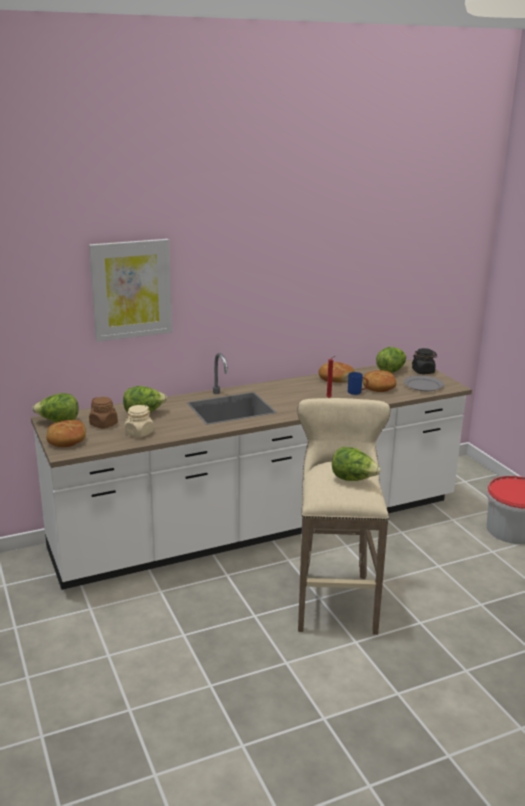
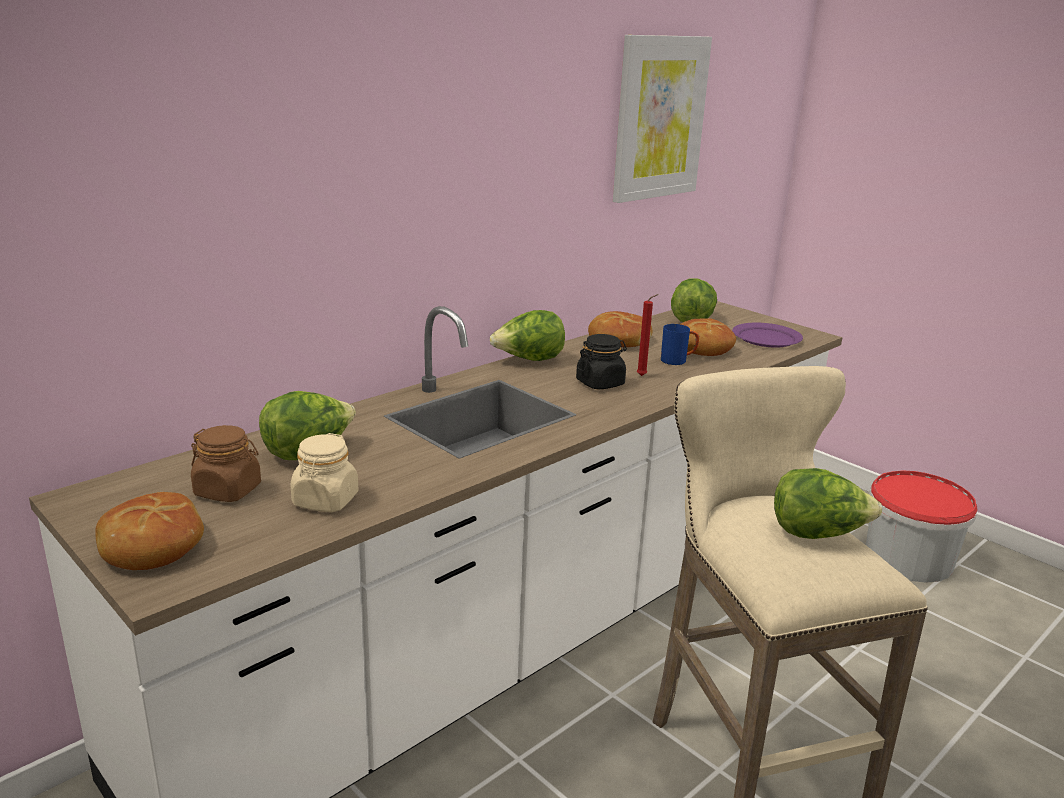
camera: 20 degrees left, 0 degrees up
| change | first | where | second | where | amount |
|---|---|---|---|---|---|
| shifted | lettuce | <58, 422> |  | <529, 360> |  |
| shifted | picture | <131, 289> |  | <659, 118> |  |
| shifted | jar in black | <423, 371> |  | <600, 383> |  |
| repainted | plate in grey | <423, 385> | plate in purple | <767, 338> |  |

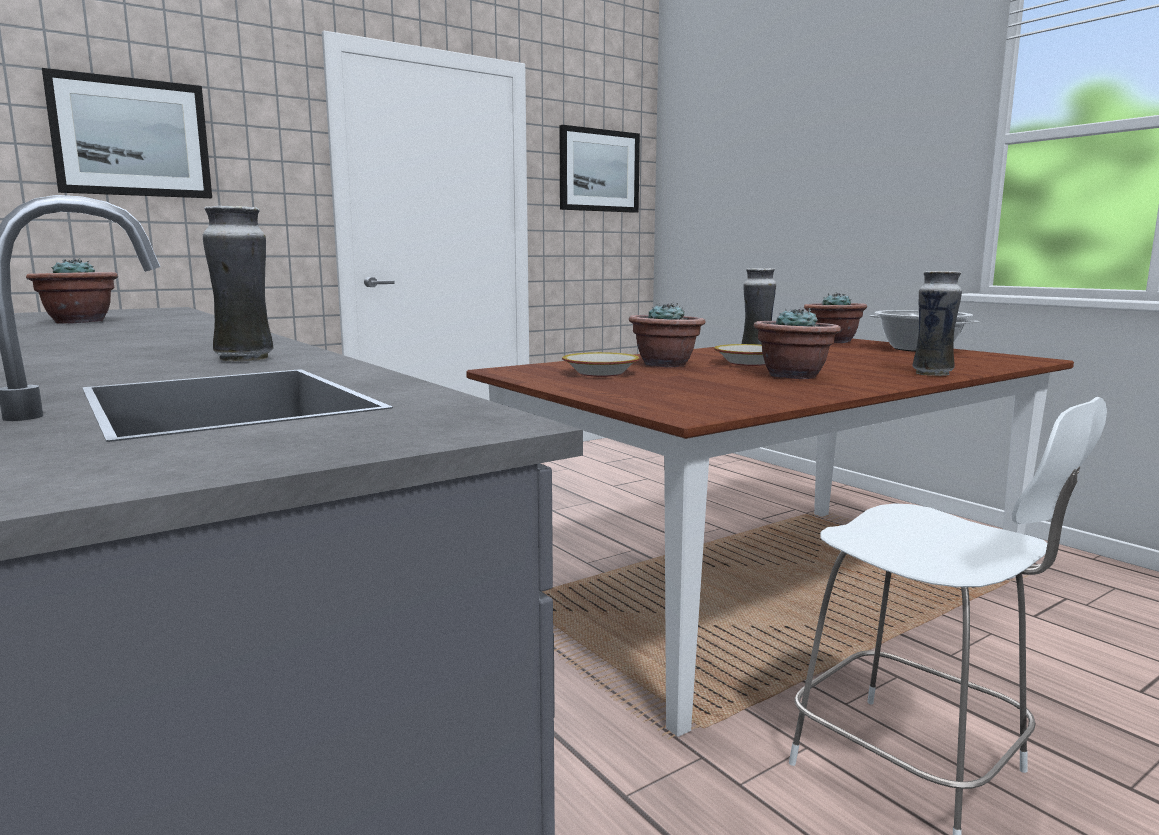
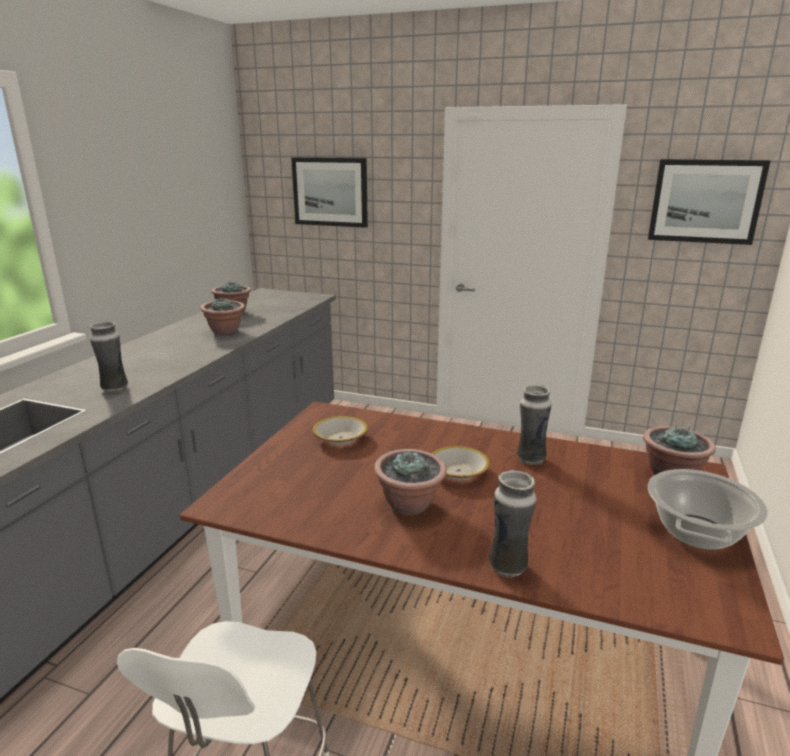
camera: 55 degrees right, 10 degrees up
| change | first | where | second | where | amount |
|---|---|---|---|---|---|
| shifted | potted plant | <665, 364> |  | <225, 331> |  |

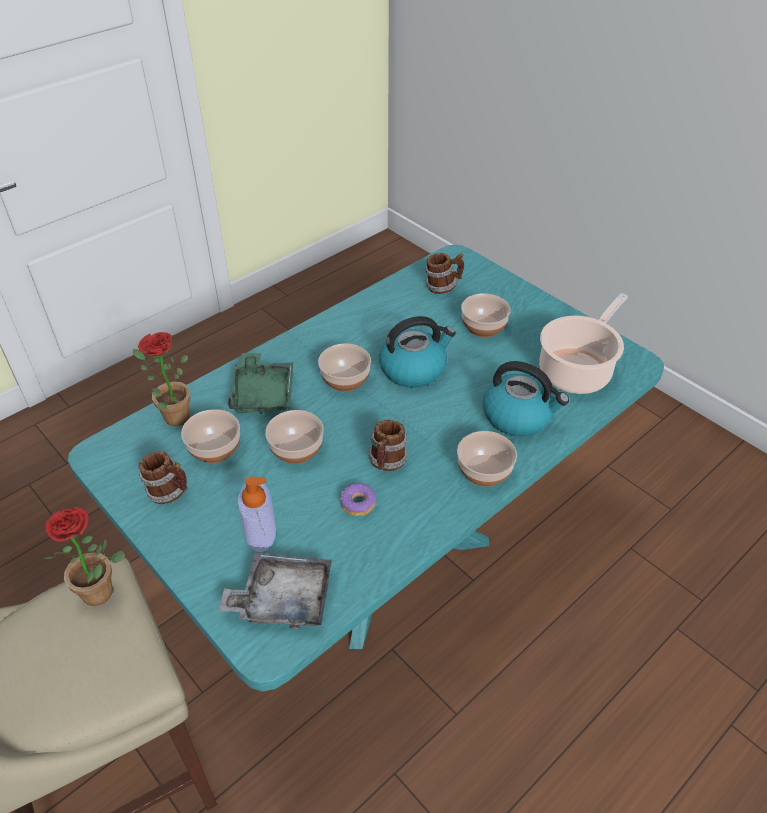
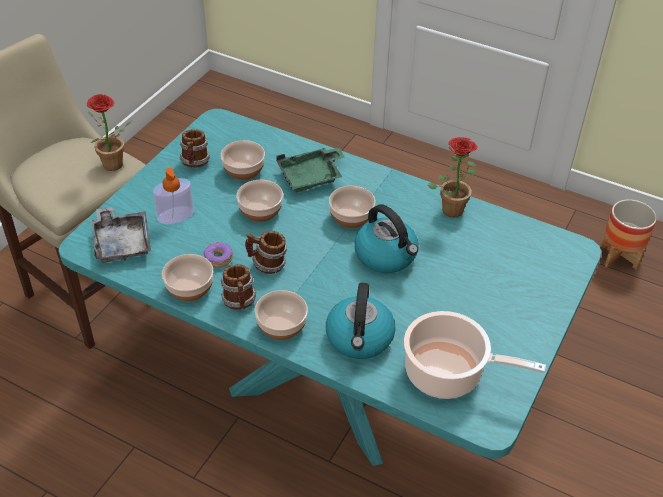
camera: 70 degrees right, 0 degrees up
| change | first | where | second | where | amount |
|---|---|---|---|---|---|
| new |  |  | planter | <619, 256> |  |
| shifted | potted plant | <171, 416> |  | <452, 207> |  |
| shifted | mug | <443, 287> |  | <240, 302> |  |
| shifted | bowl | <483, 326> |  | <190, 288> |  |

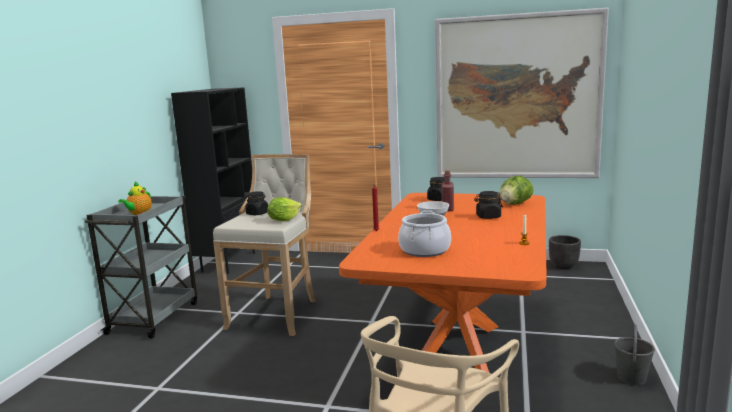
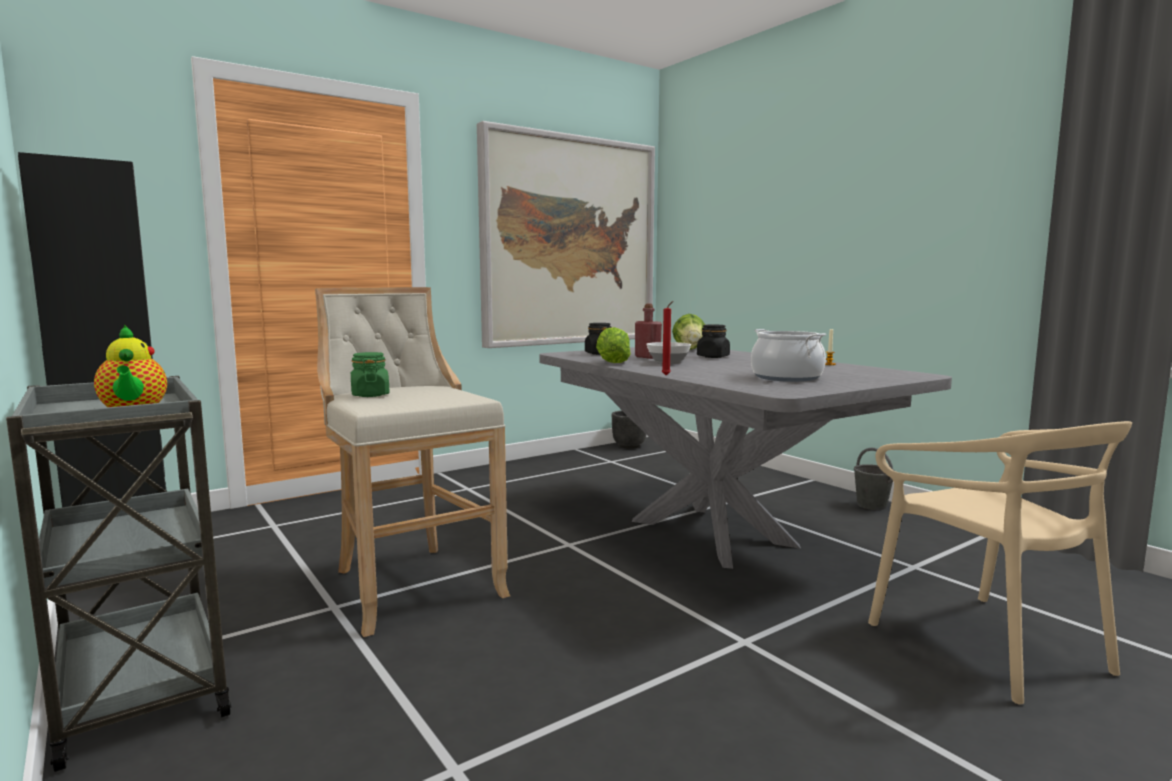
camera: 50 degrees left, 5 degrees down
| change | first | where | second | where | amount |
|---|---|---|---|---|---|
| shifted | lettuce | <284, 220> |  | <612, 363> |  |
| repainted | jar in black | <257, 213> | jar in green | <370, 395> |  |
| repainted | dining table in orange | <459, 346> | dining table in grey | <711, 532> |  |

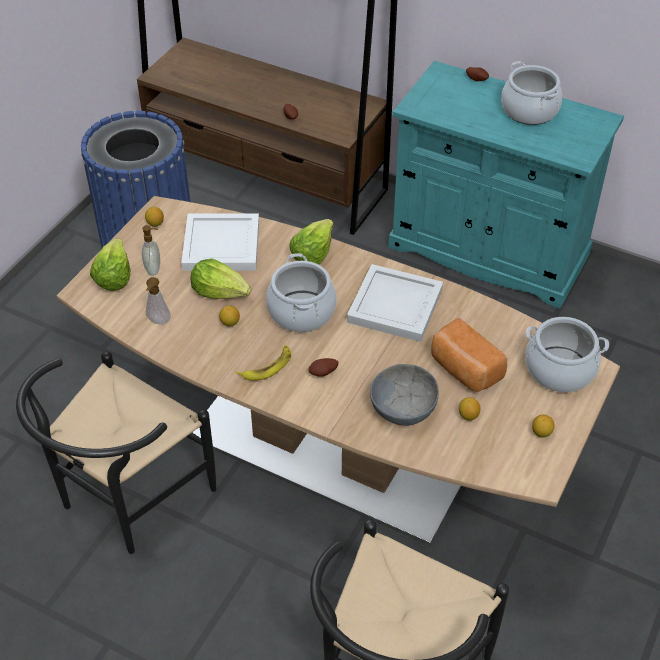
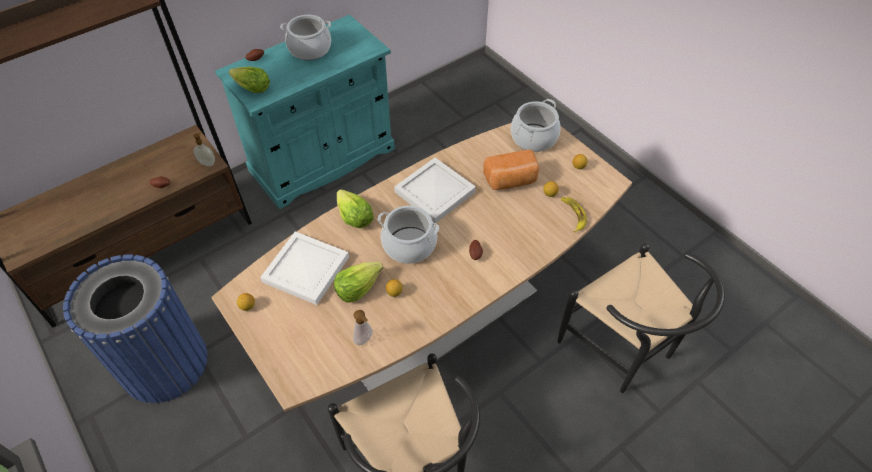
camera: 65 degrees left, 5 degrees up
| change | first | where | second | where | amount |
|---|---|---|---|---|---|
| gone | bowl in grey | <402, 407> |  |  |  |
| shifted | lettuce | <113, 276> |  | <252, 88> |  |
| shifted | soap dispenser | <154, 269> |  | <207, 163> |  |
| shifted | banana | <267, 366> |  | <573, 215> |  |

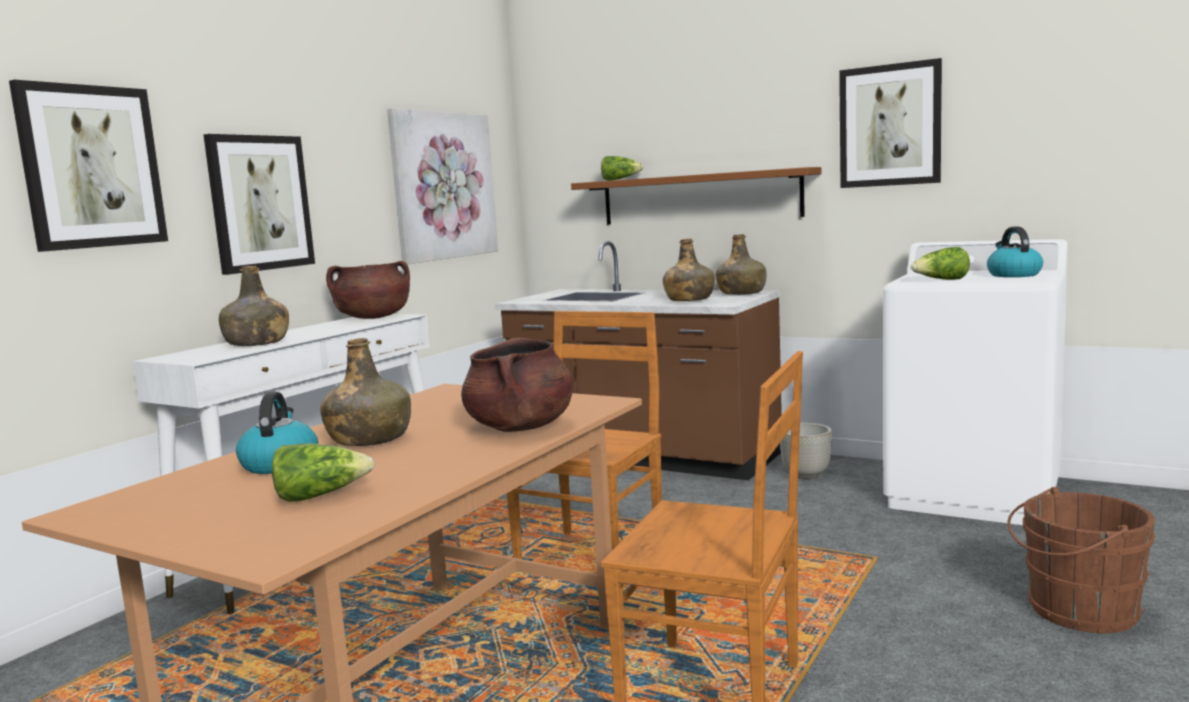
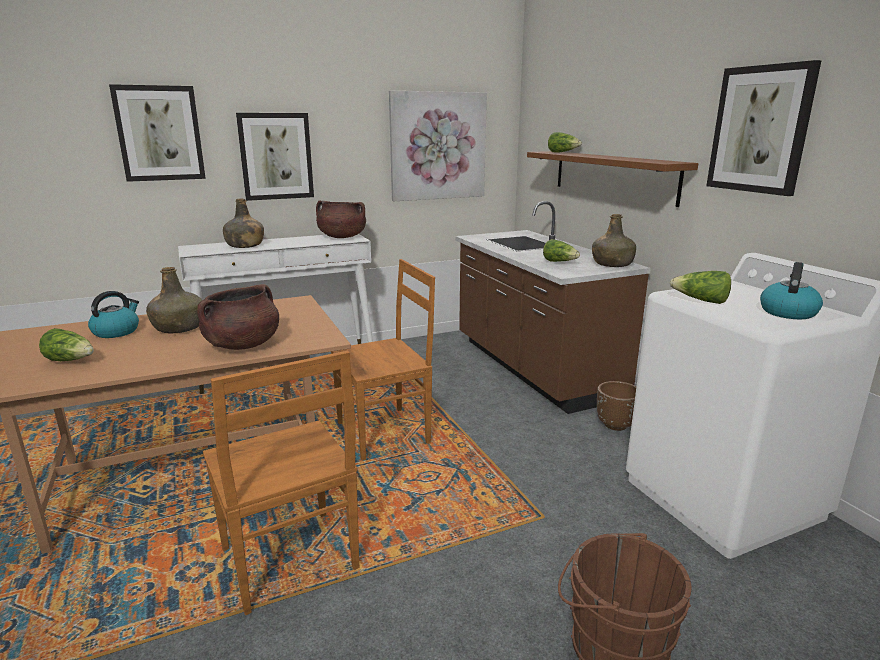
camera: 35 degrees right, 10 degrees up
| change | first | where | second | where | amount |
|---|---|---|---|---|---|
| swapped | bottle in green | <689, 299> | lettuce | <559, 262> |  |
| repainted | planter in grey | <806, 474> | planter in brown | <616, 425> |  |

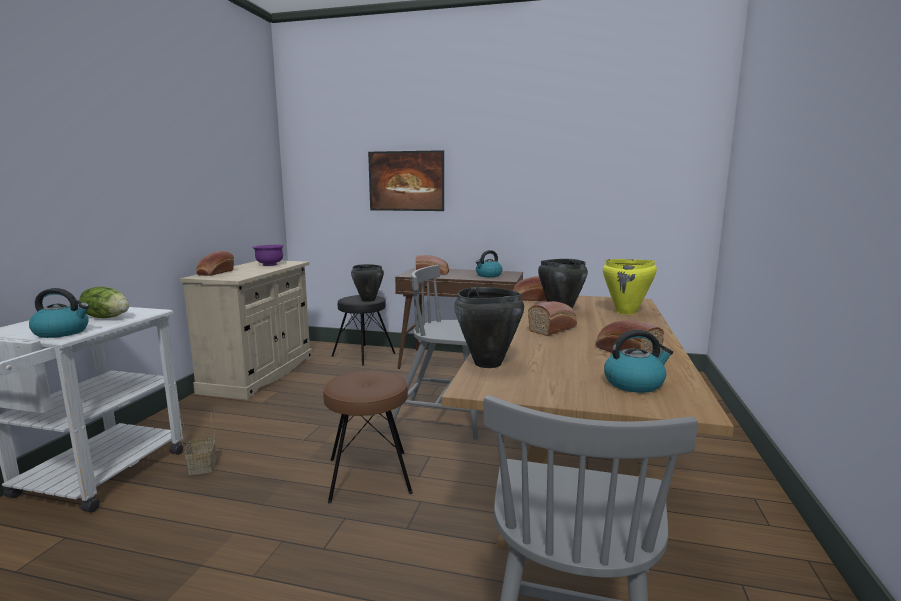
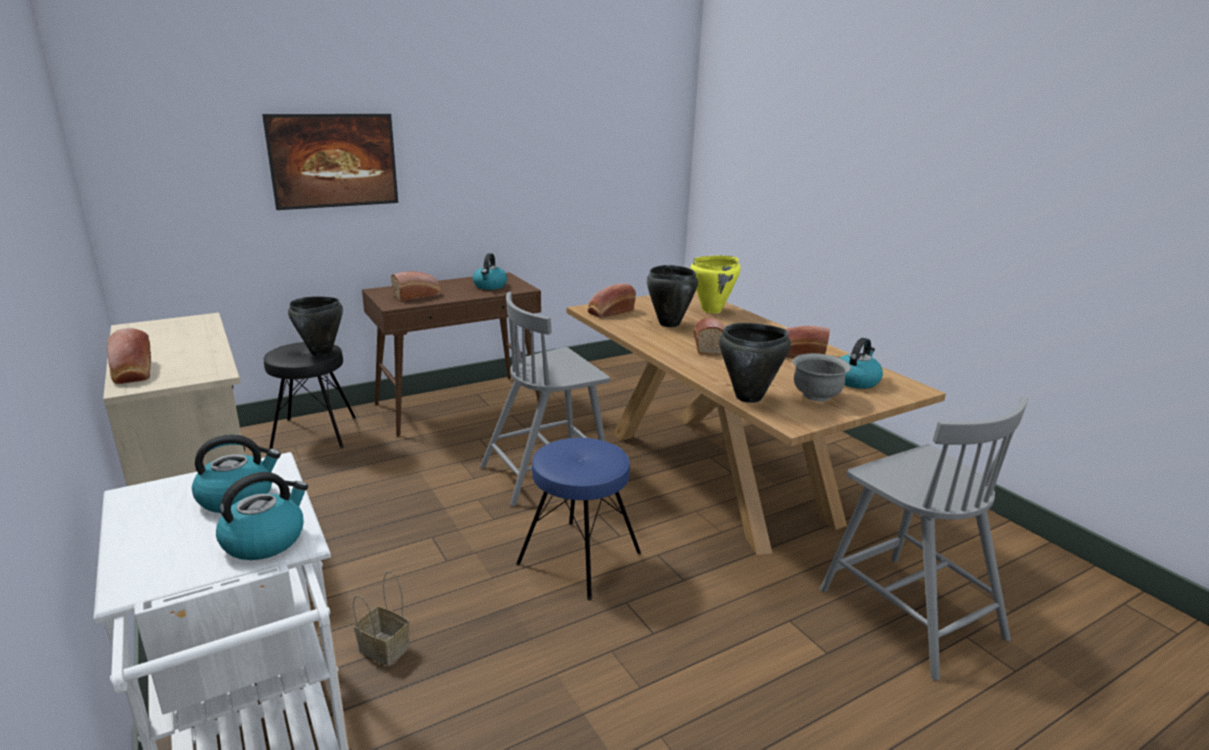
camera: 45 degrees left, 10 degrees up
| change | first | where | second | where | amount |
|---|---|---|---|---|---|
| gone | bowl in purple | <269, 265> |  |  |  |
| new |  |  | bowl in grey | <816, 396> |  |
| swapped | lettuce | <107, 317> | kettle | <238, 497> |  |
| repainted | stool in brown | <369, 475> | stool in blue | <579, 557> |  |

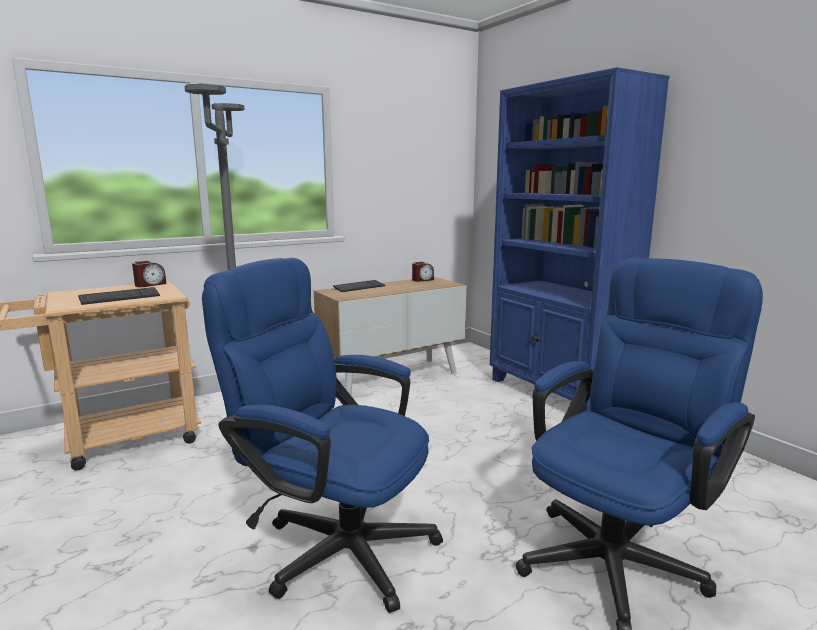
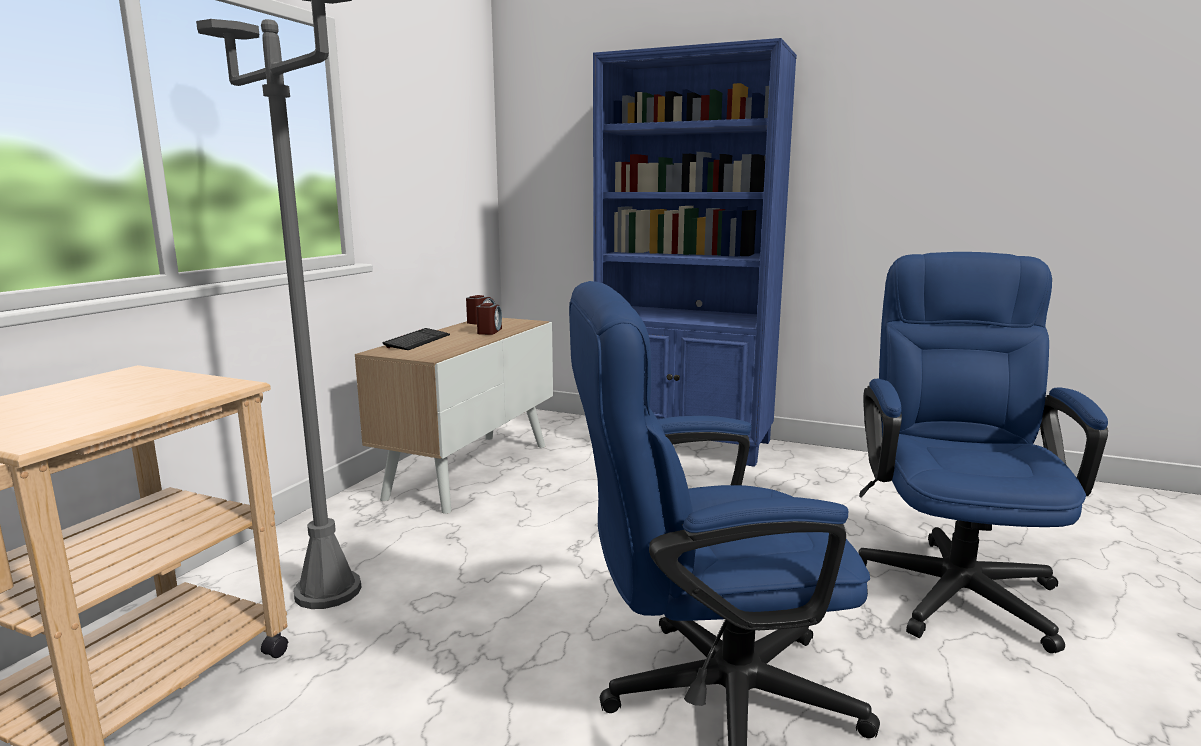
camera: 35 degrees left, 0 degrees up
| change | first | where | second | where | amount |
|---|---|---|---|---|---|
| gone | keyboard | <120, 298> |  |  |  |
| shifted | alarm clock | <150, 284> |  | <489, 331> |  |

